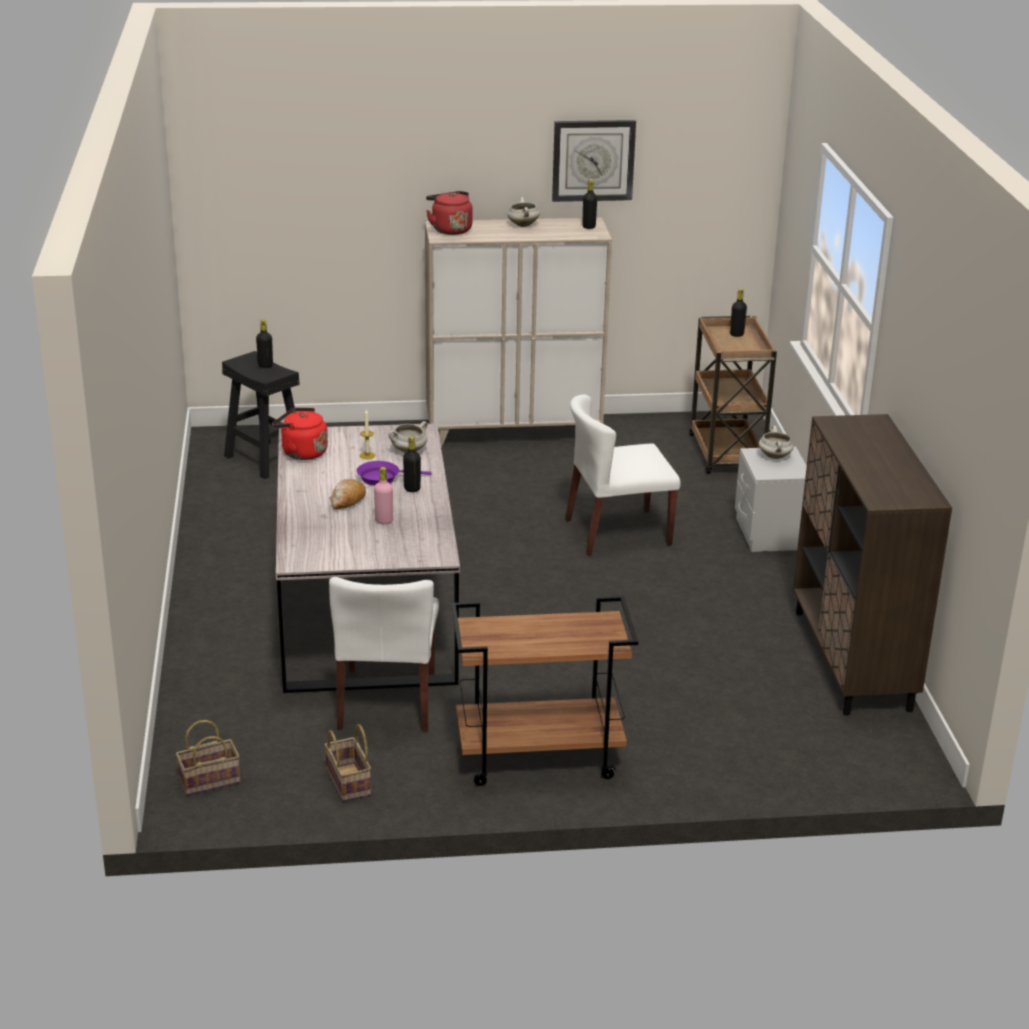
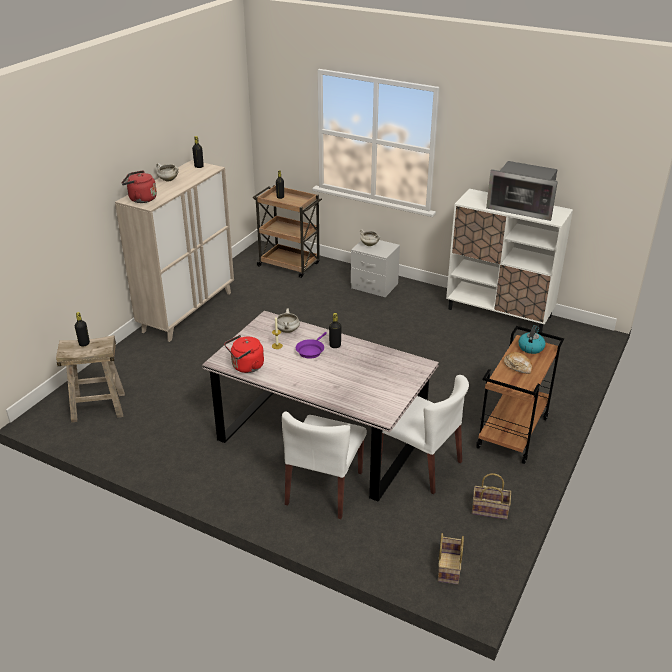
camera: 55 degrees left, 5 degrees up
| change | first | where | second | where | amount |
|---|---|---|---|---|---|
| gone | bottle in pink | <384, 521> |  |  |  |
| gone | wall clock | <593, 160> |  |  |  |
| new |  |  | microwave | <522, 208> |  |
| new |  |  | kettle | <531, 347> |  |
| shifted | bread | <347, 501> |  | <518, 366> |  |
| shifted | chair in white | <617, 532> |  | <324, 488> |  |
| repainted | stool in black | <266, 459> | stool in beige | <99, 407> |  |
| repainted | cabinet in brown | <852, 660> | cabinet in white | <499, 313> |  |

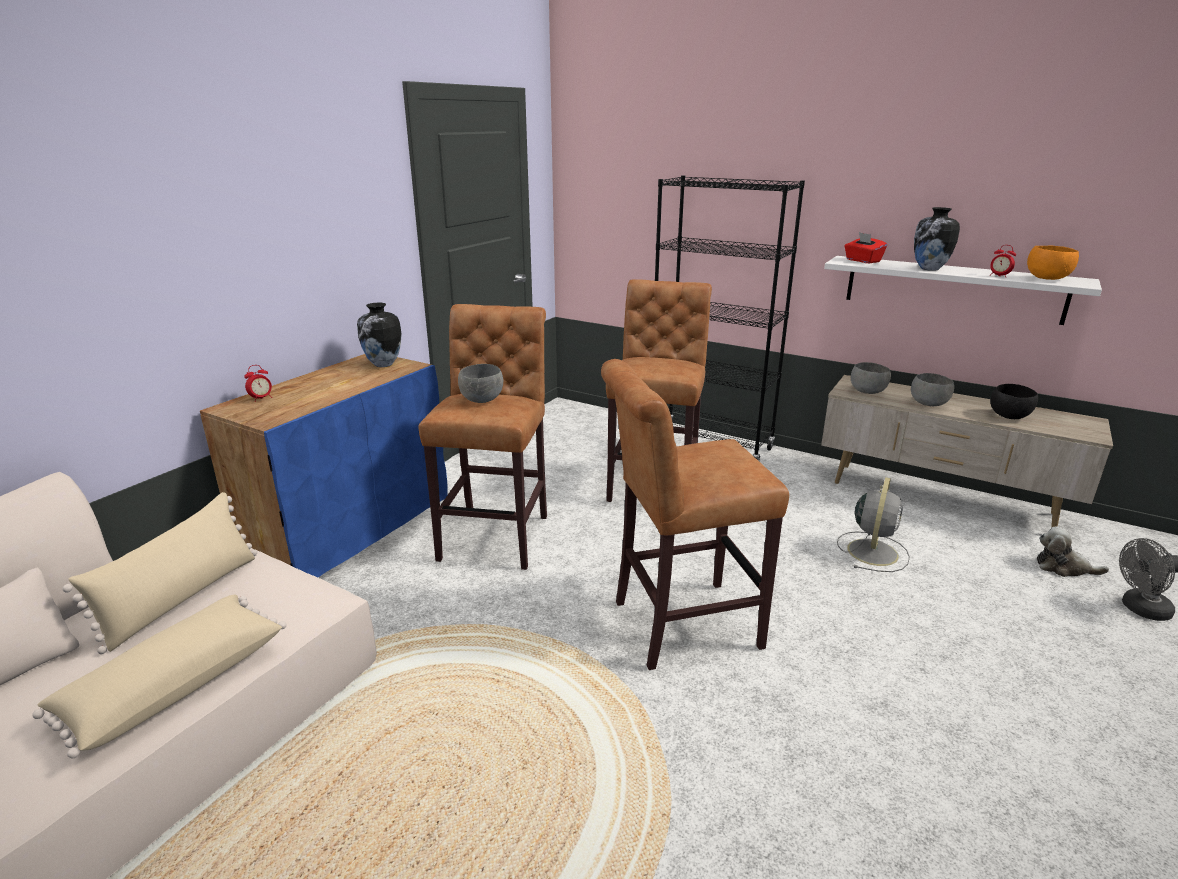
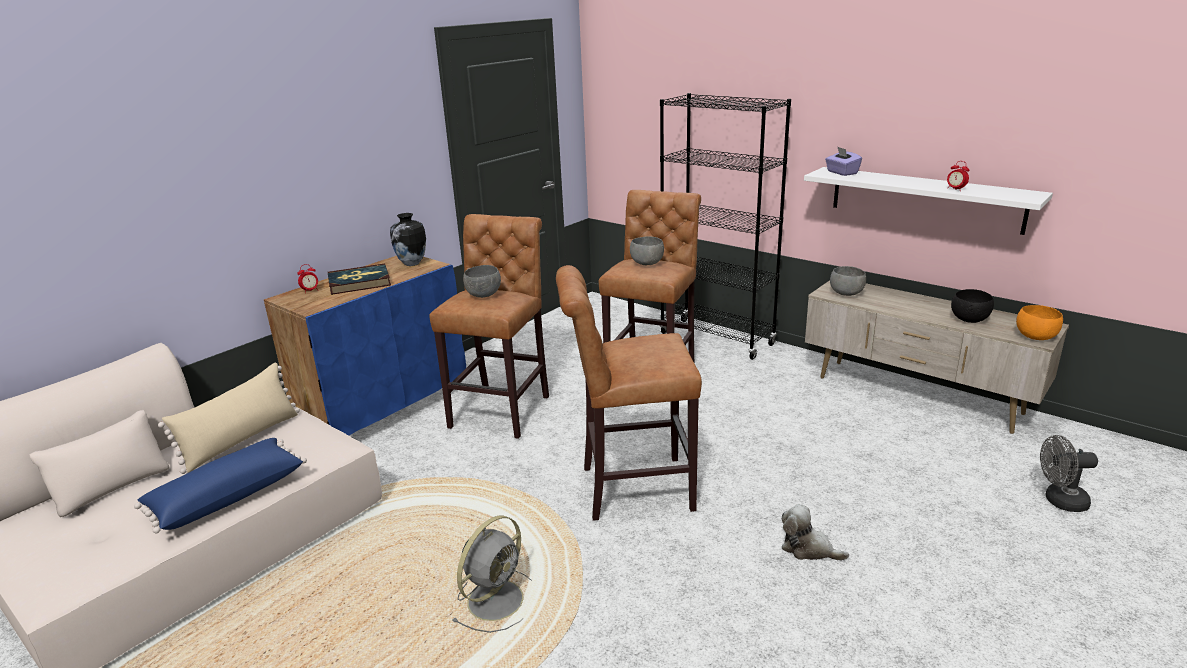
camera: 10 degrees right, 0 degrees up
| change | first | where | second | where | amount |
|---|---|---|---|---|---|
| gone | vase | <929, 269> |  |  |  |
| new |  |  | book | <359, 282> |  |
| shifted | fan in grey | <872, 551> |  | <497, 599> |  |
| shifted | bowl in grey | <928, 404> |  | <647, 263> |  |
| shifted | bowl in orange | <1047, 278> |  | <1035, 337> |  |
| shifted | plush toy | <1063, 567> |  | <808, 549> |  |
| repainted | pillow in beige | <174, 684> | pillow in blue | <227, 496> |  |
| repainted | tissue box in red | <862, 261> | tissue box in purple | <841, 173> |  |

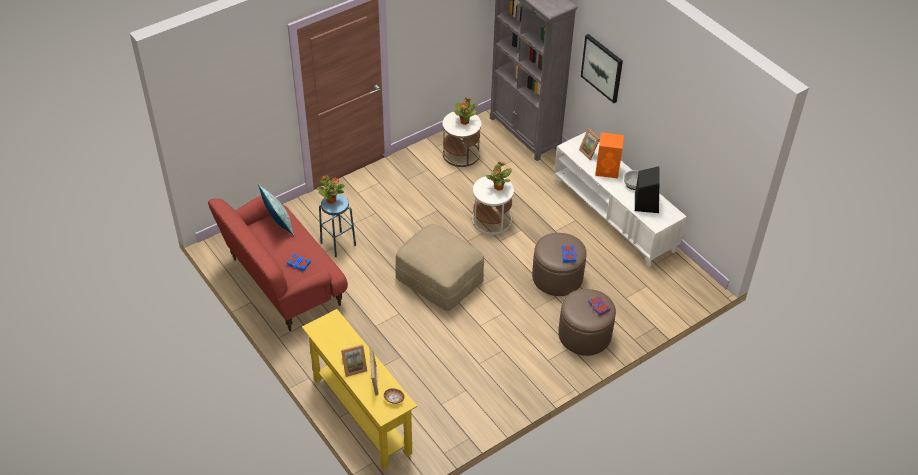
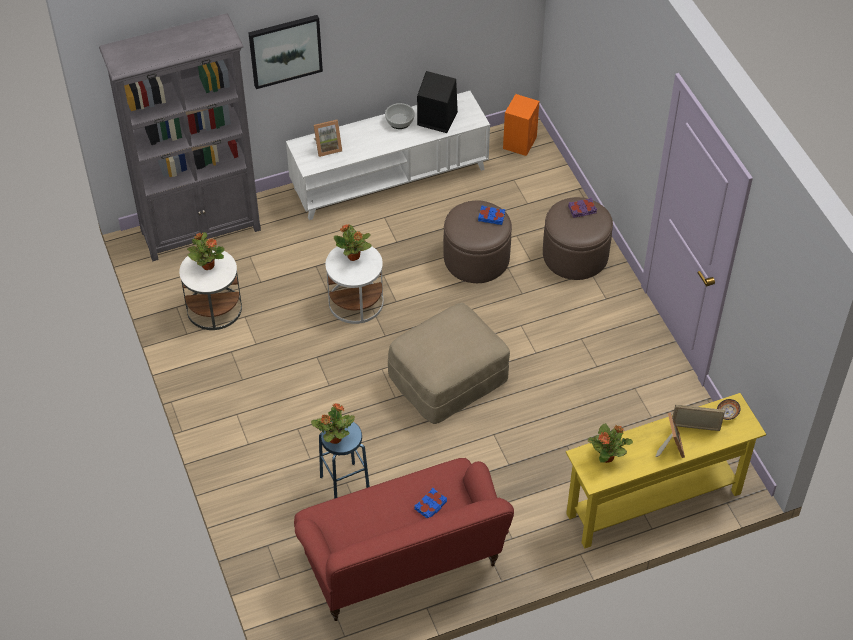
camera: 75 degrees left, 5 degrees up
| change | first | where | second | where | amount |
|---|---|---|---|---|---|
| gone | pillow | <278, 224> |  |  |  |
| new |  |  | potted plant | <607, 456> |  |
| shifted | speaker in orange | <608, 170> |  | <520, 142> |  |

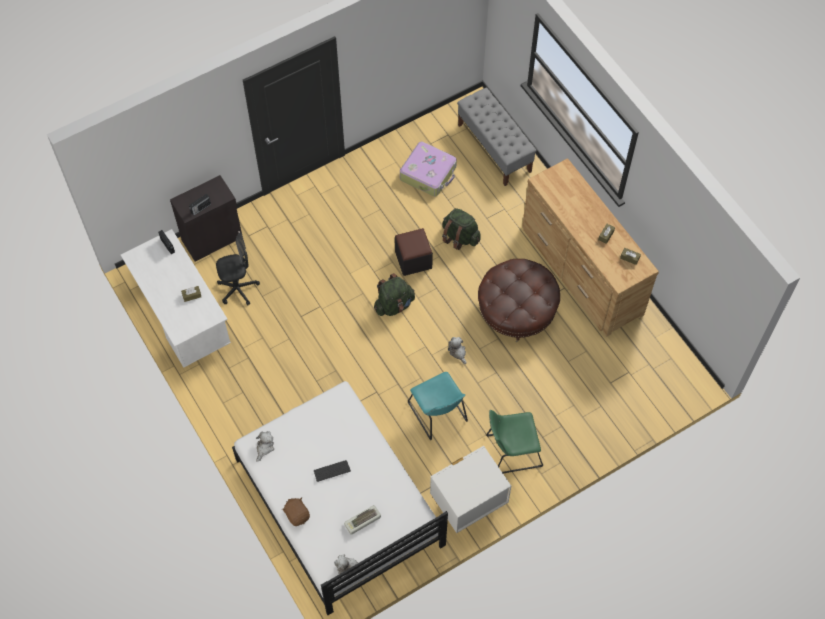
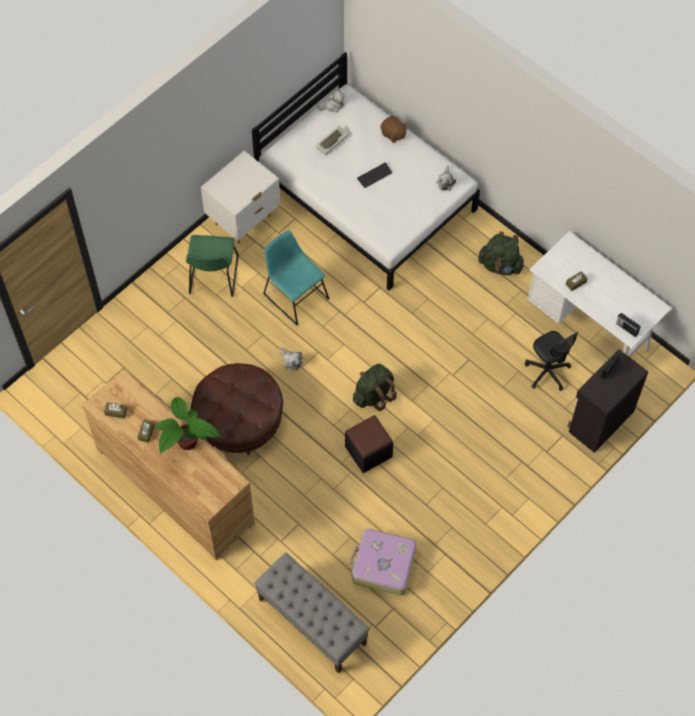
camera: 165 degrees right, 0 degrees up
| change | first | where | second | where | amount |
|---|---|---|---|---|---|
| new |  |  | potted plant | <187, 446> |  |
| shifted | backpack in green | <460, 237> |  | <500, 265> |  |
| rotated | office chair in black | <238, 289> |  | <547, 372> | 90 degrees counterclockwise |
| rotated | chair in green | <511, 451> |  | <213, 277> | 120 degrees clockwise |

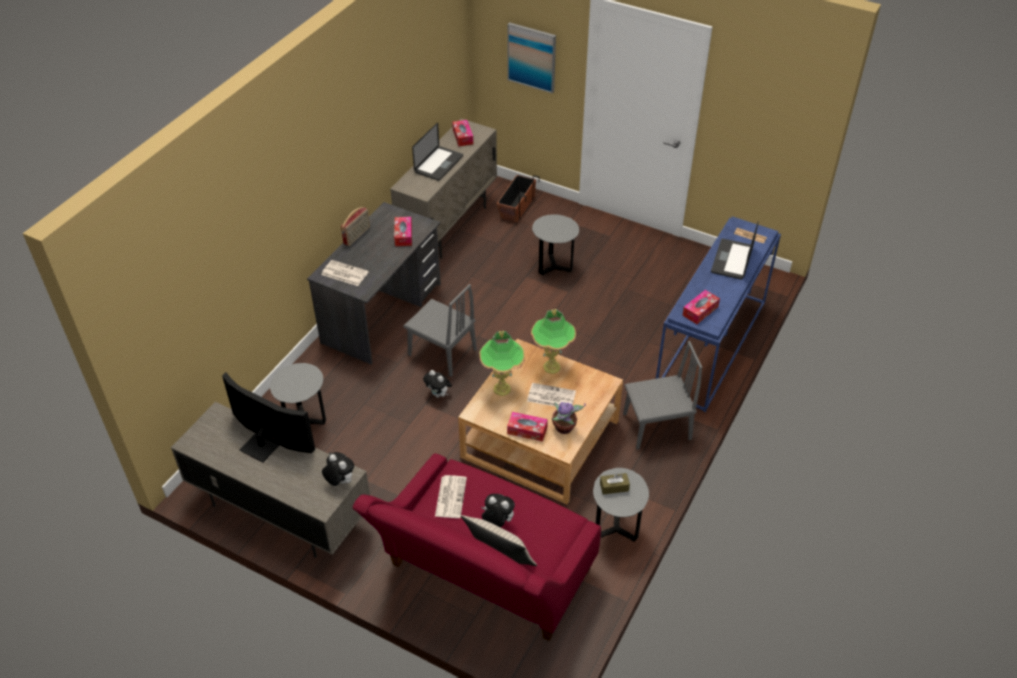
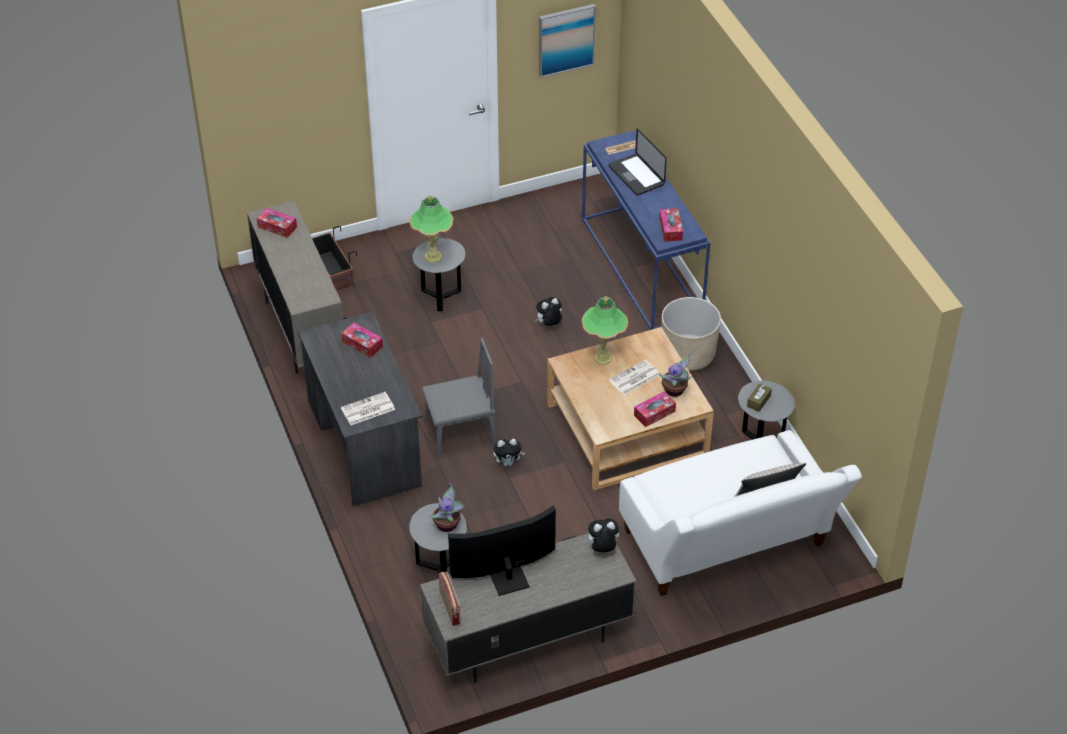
camera: 50 degrees left, 0 degrees up
| change | first | where | second | where | amount |
|---|---|---|---|---|---|
| gone | laptop | <438, 164> |  |  |  |
| gone | newspaper | <450, 496> |  |  |  |
| new |  |  | potted plant | <448, 525> |  |
| shifted | radio | <357, 236> |  | <450, 608> |  |
| shifted | table lamp | <502, 389> |  | <433, 256> |  |
| shifted | plush toy | <497, 522> |  | <549, 325> |  |
| shifted | picture | <532, 57> |  | <566, 39> |  |
| swapped | chair in grey | <656, 426> | planter in beige | <688, 355> |  |
| repainted | sofa in red | <485, 577> | sofa in white | <728, 546> |  |

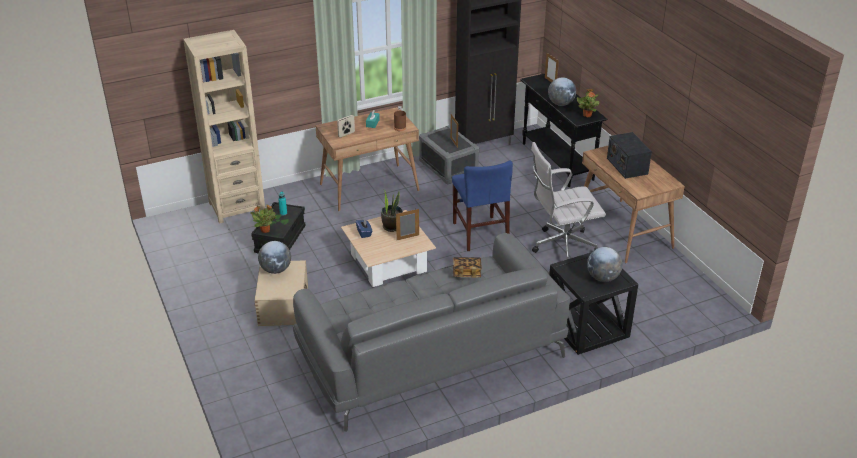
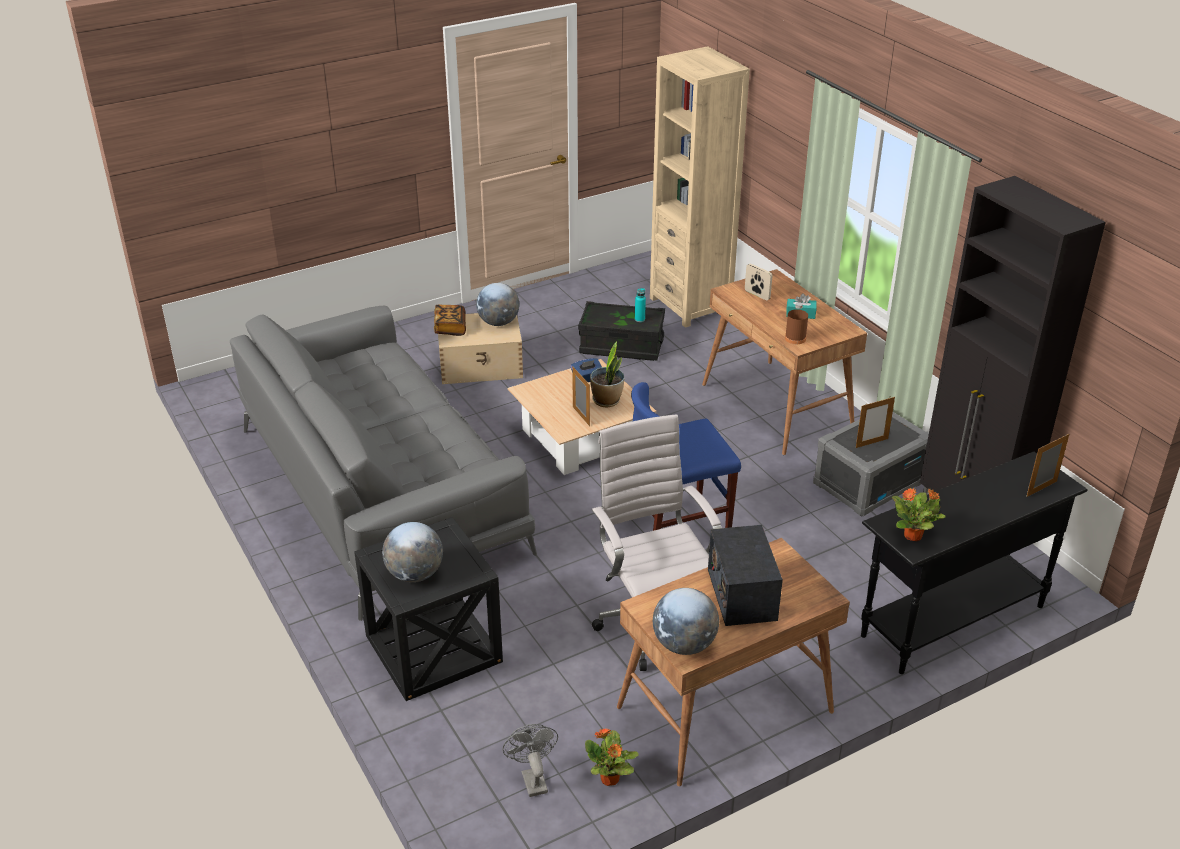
camera: 85 degrees right, 0 degrees up
| change | first | where | second | where | amount |
|---|---|---|---|---|---|
| new |  |  | fan in grey | <532, 778> |  |
| shifted | potted plant | <266, 230> |  | <610, 779> |  |
| shifted | book | <466, 272> |  | <450, 328> |  |
| shifted | globe | <561, 104> |  | <684, 645> |  |
| rotated | radio | <627, 166> |  | <741, 594> | 75 degrees counterclockwise |

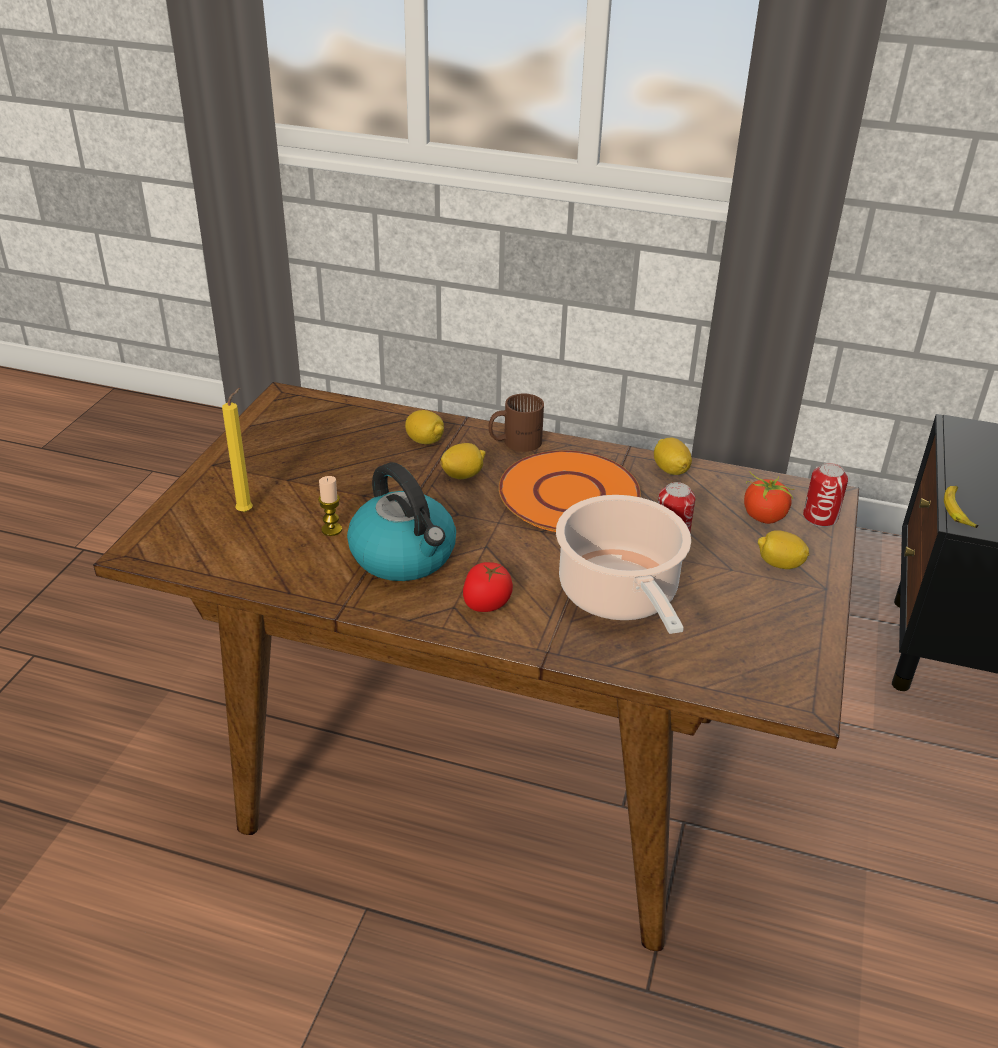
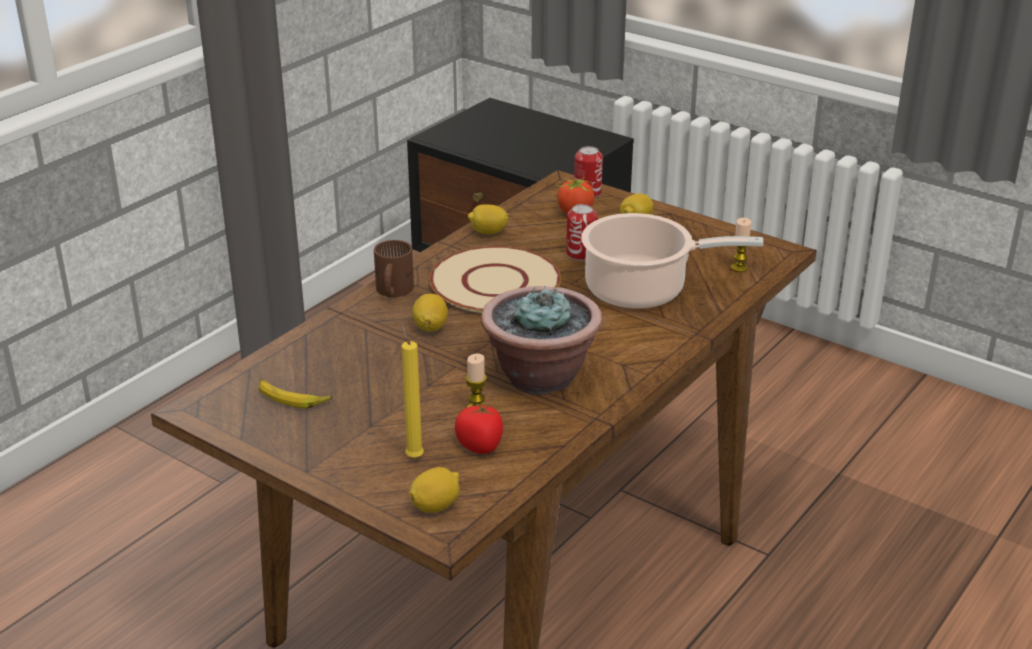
camera: 70 degrees left, 5 degrees down
| change | first | where | second | where | amount |
|---|---|---|---|---|---|
| new |  |  | candle | <739, 267> |  |
| shifted | lemon | <425, 441> |  | <435, 506> |  |
| shifted | tomato | <486, 603> |  | <480, 445> |  |
| shifted | banana | <958, 510> |  | <292, 398> |  |
| swapped | kettle | <404, 556> | potted plant | <540, 377> |  |
| repainted | plate in orange | <569, 495> | plate in beige | <496, 283> |  |

